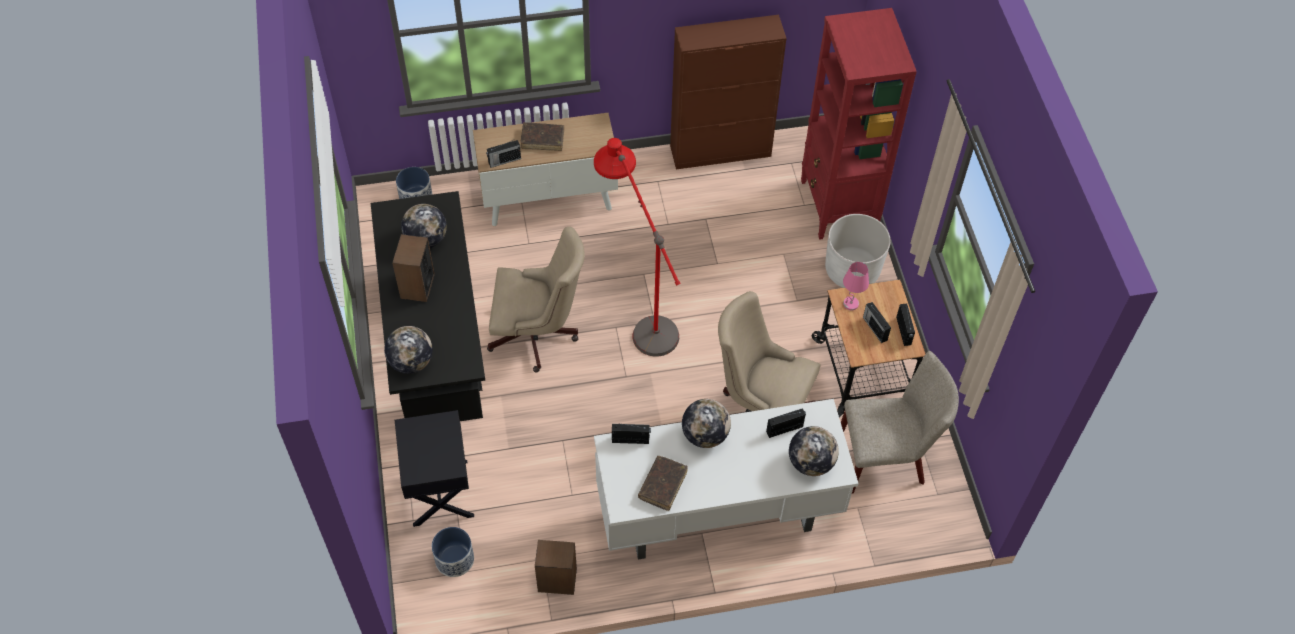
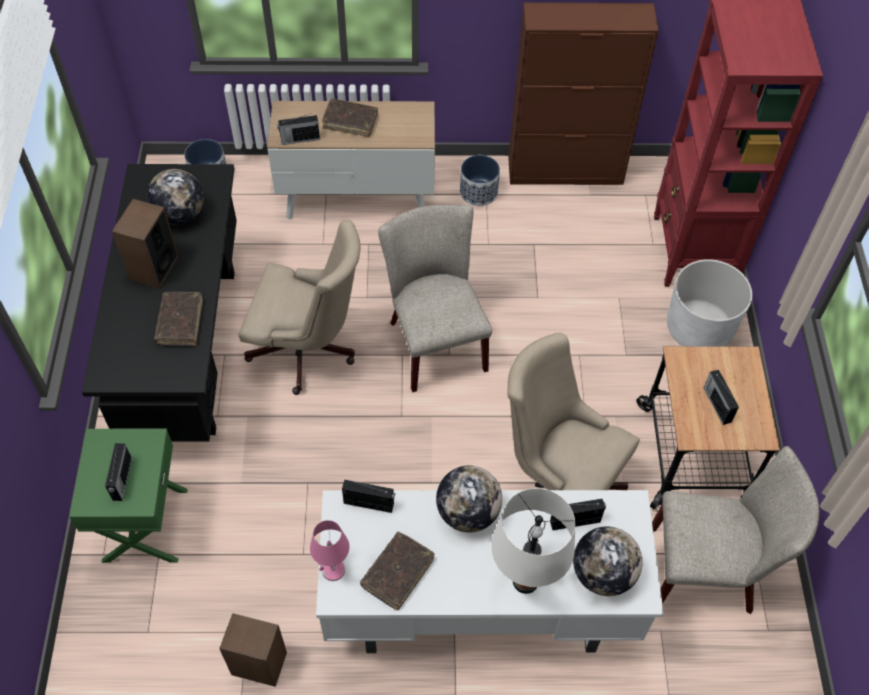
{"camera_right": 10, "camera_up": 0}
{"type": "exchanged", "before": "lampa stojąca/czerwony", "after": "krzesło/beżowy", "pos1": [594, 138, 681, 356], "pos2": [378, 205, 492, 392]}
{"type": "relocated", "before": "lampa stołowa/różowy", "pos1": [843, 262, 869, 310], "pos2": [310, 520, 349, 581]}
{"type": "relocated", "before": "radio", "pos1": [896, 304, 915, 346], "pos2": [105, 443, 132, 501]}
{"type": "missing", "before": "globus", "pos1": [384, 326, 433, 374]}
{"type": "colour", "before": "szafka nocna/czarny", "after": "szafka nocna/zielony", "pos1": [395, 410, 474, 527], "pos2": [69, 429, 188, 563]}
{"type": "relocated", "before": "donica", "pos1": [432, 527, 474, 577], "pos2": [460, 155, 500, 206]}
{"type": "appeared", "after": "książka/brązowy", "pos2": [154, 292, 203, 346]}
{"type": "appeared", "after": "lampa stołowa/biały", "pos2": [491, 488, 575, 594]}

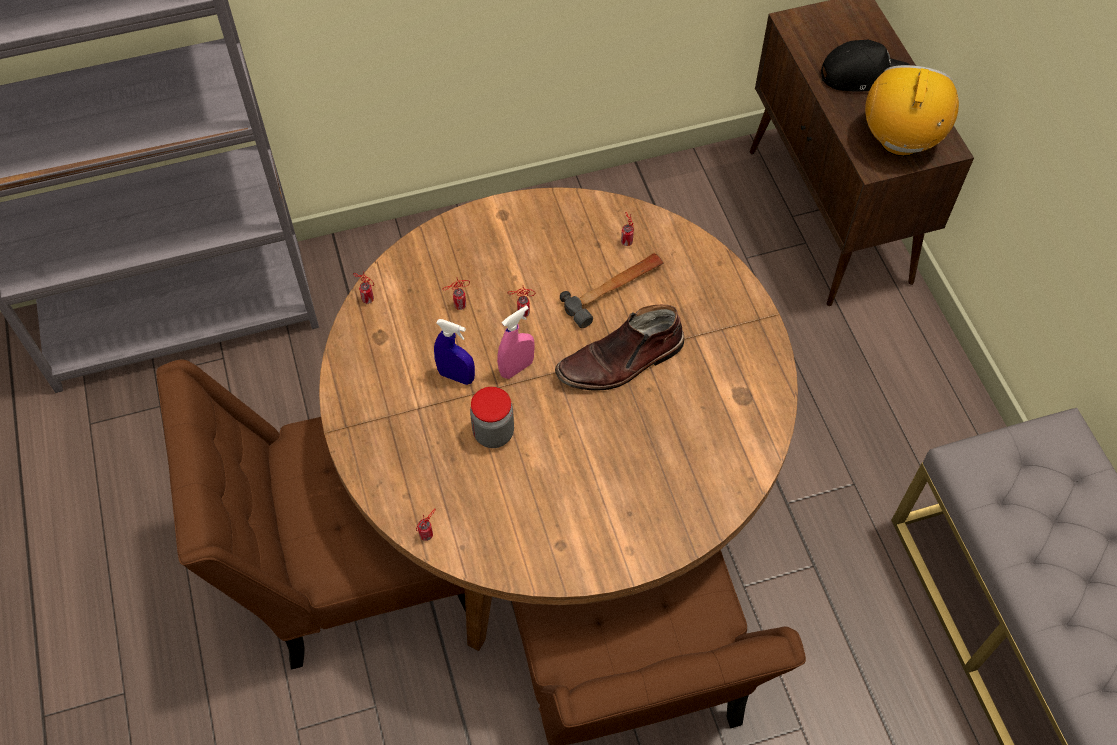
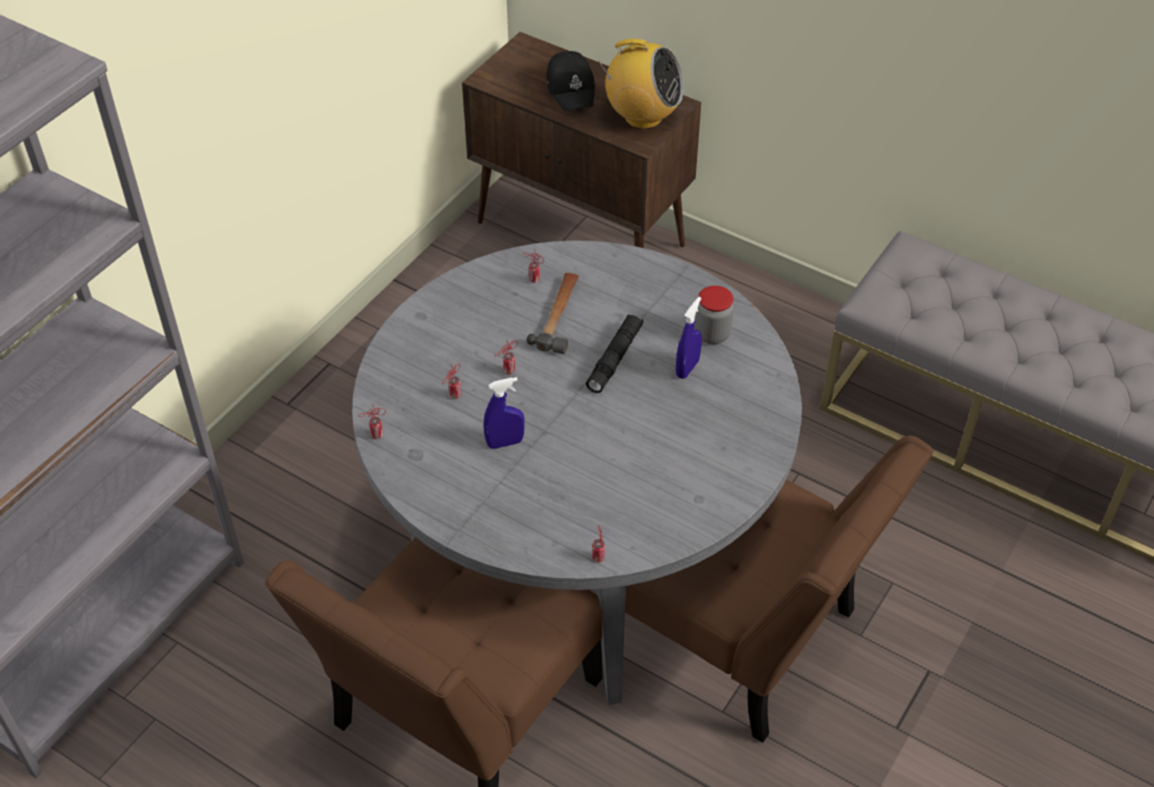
{"camera_right": -40, "camera_up": -10}
{"type": "spun", "before": "czapka z daszkiem/czarny", "pos1": [821, 40, 910, 92], "pos2": [546, 51, 595, 111], "turn": 120}
{"type": "spun", "before": "radio", "pos1": [865, 65, 959, 156], "pos2": [598, 39, 684, 129], "turn": 135}
{"type": "colour", "before": "stół jadalny/brązowy", "after": "stół jadalny/szary", "pos1": [319, 187, 798, 651], "pos2": [352, 240, 802, 705]}
{"type": "exchanged", "before": "but z cholewką/brązowy", "after": "latarka/czarny", "pos1": [555, 305, 684, 391], "pos2": [586, 314, 644, 393]}
{"type": "missing", "before": "spryskiwacz/różowy", "pos1": [497, 306, 535, 379]}
{"type": "relocated", "before": "słoik", "pos1": [470, 387, 514, 448], "pos2": [695, 285, 734, 344]}
{"type": "appeared", "after": "spryskiwacz/niebieski", "pos2": [676, 297, 702, 379]}

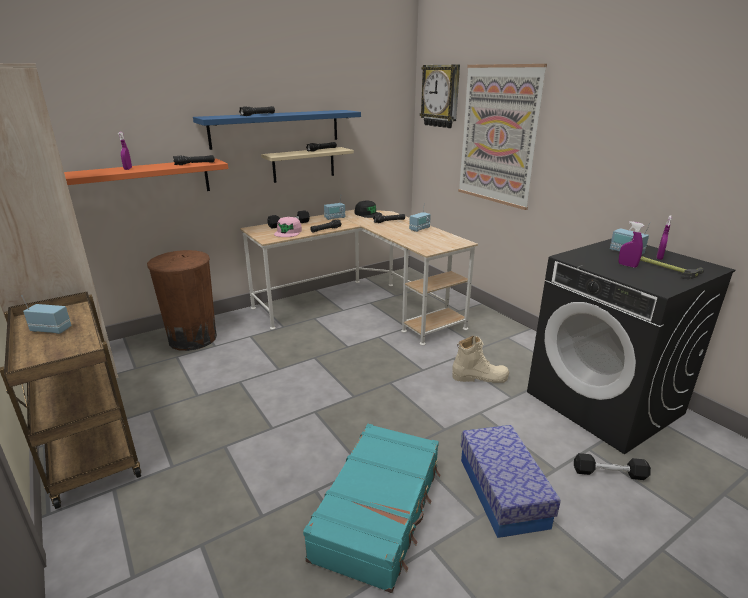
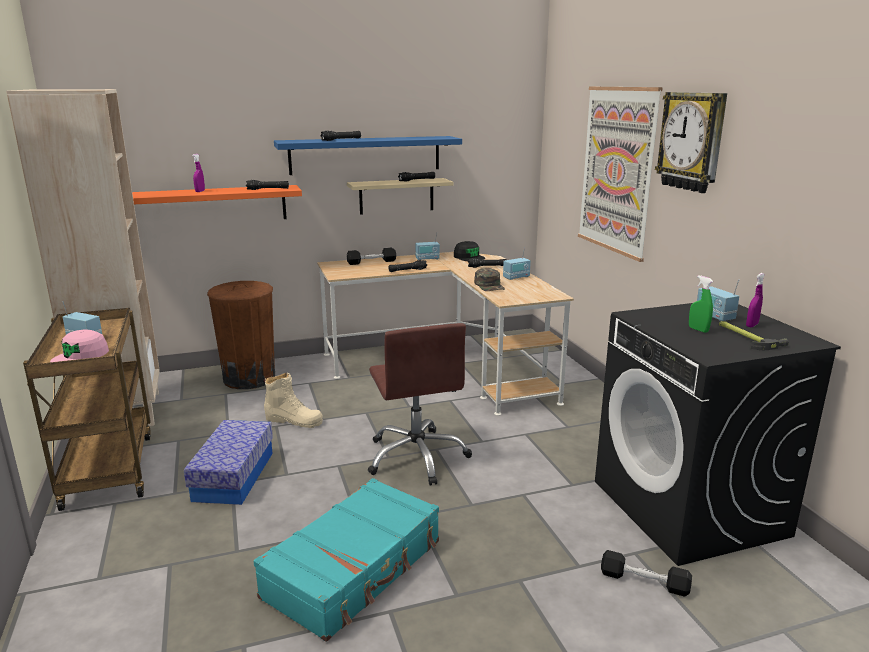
{"camera_right": 15, "camera_up": -5}
{"type": "relocated", "before": "zegar ścienny", "pos1": [420, 64, 460, 128], "pos2": [655, 92, 727, 193]}
{"type": "relocated", "before": "czapka z daszkiem/różowy", "pos1": [274, 217, 302, 237], "pos2": [50, 329, 109, 362]}
{"type": "colour", "before": "spryskiwacz/fioletowy", "after": "spryskiwacz/zielony", "pos1": [619, 221, 644, 268], "pos2": [689, 275, 713, 333]}
{"type": "relocated", "before": "but z cholewką/beżowy", "pos1": [452, 336, 509, 383], "pos2": [264, 372, 323, 428]}
{"type": "relocated", "before": "pojemnik do przechowywania", "pos1": [461, 425, 561, 538], "pos2": [184, 420, 273, 505]}
{"type": "appeared", "after": "czapka z daszkiem/zielony", "pos2": [474, 268, 505, 291]}
{"type": "appeared", "after": "krzesło biurowe/brązowy", "pos2": [368, 323, 472, 485]}

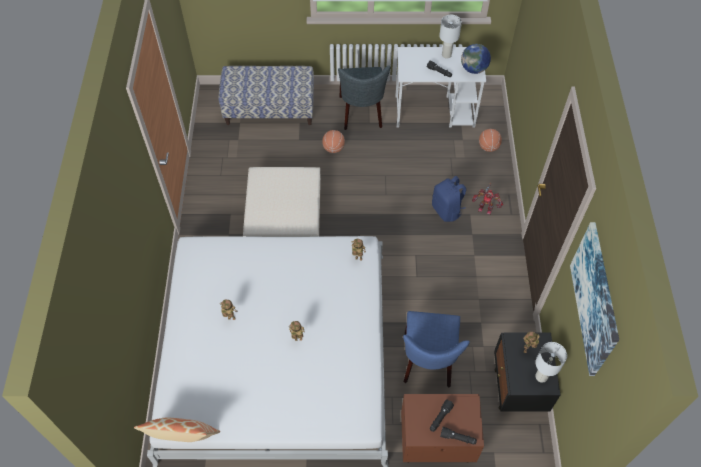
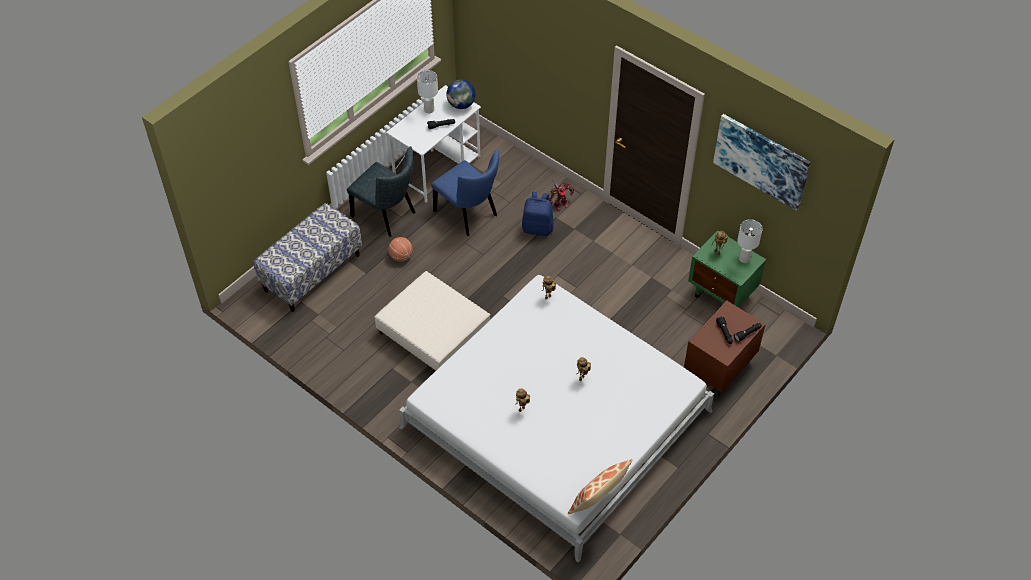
{"camera_right": -50, "camera_up": -5}
{"type": "missing", "before": "piłka do koszykówki", "pos1": [479, 129, 502, 152]}
{"type": "relocated", "before": "krzesło/niebieski", "pos1": [403, 311, 470, 388], "pos2": [431, 149, 499, 236]}
{"type": "colour", "before": "szafka nocna/czarny", "after": "szafka nocna/zielony", "pos1": [494, 333, 560, 412], "pos2": [688, 230, 766, 308]}

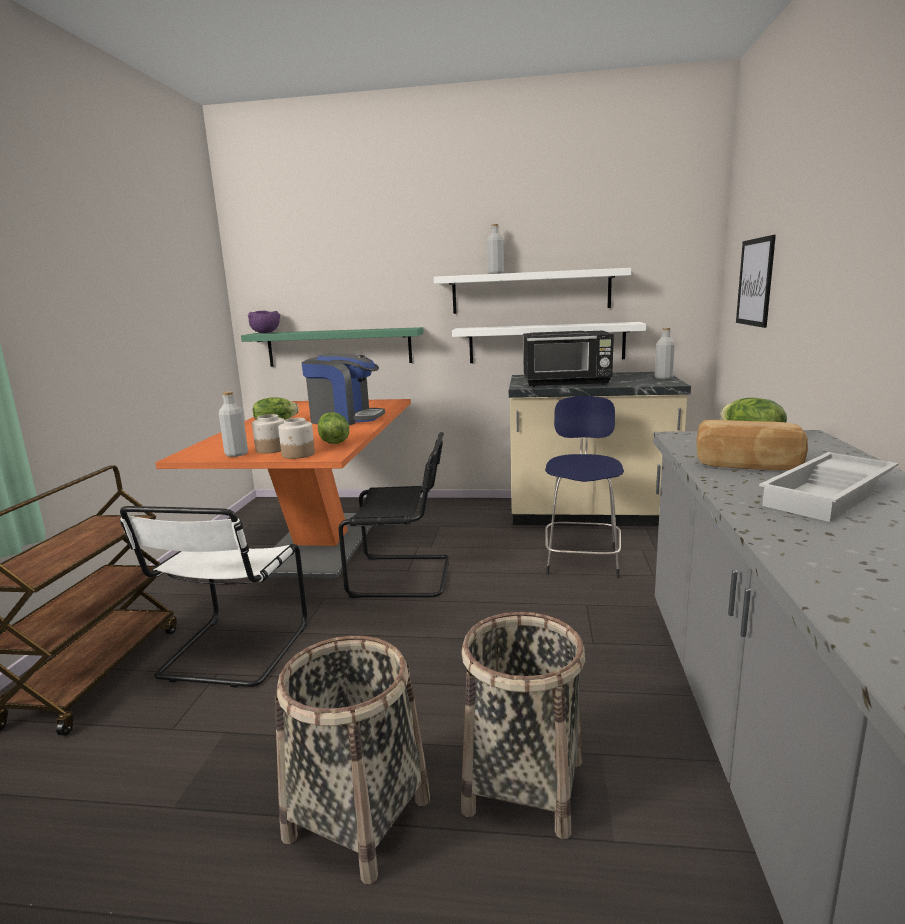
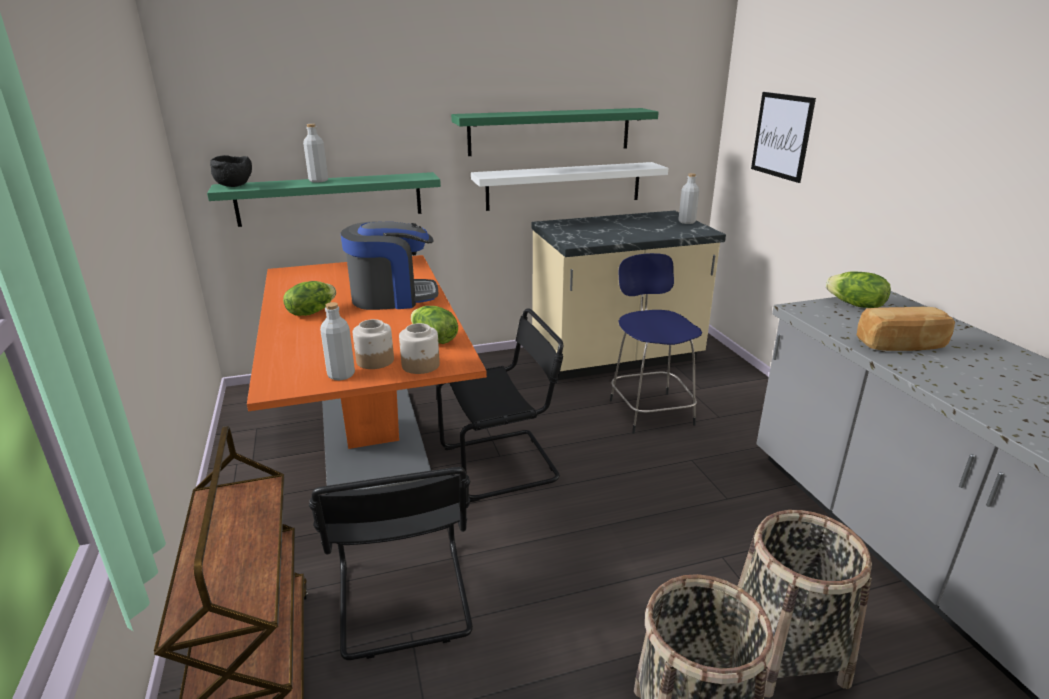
{"camera_right": -25, "camera_up": 10}
{"type": "relocated", "before": "butelka/szary", "pos1": [487, 224, 504, 274], "pos2": [303, 124, 328, 183]}
{"type": "colour", "before": "półka/biały", "after": "półka/zielony", "pos1": [434, 268, 631, 314], "pos2": [451, 108, 659, 156]}
{"type": "colour", "before": "miska/fioletowy", "after": "miska/czarny", "pos1": [248, 311, 280, 333], "pos2": [210, 155, 252, 187]}
{"type": "missing", "before": "mikrofalówka/czarny", "pos1": [523, 331, 614, 387]}
{"type": "missing", "before": "taca/biały", "pos1": [759, 452, 899, 522]}
{"type": "colour", "before": "krzesło/biały", "after": "krzesło/czarny", "pos1": [120, 506, 308, 688], "pos2": [309, 467, 473, 660]}

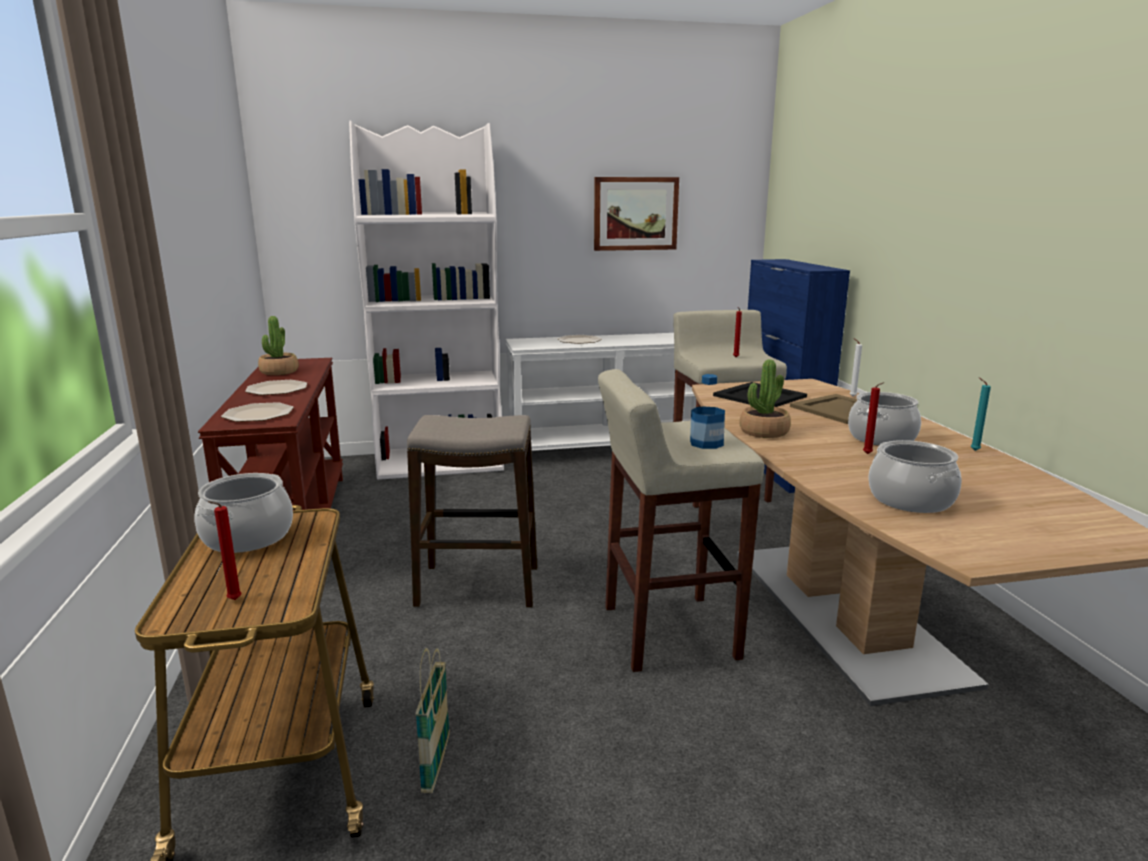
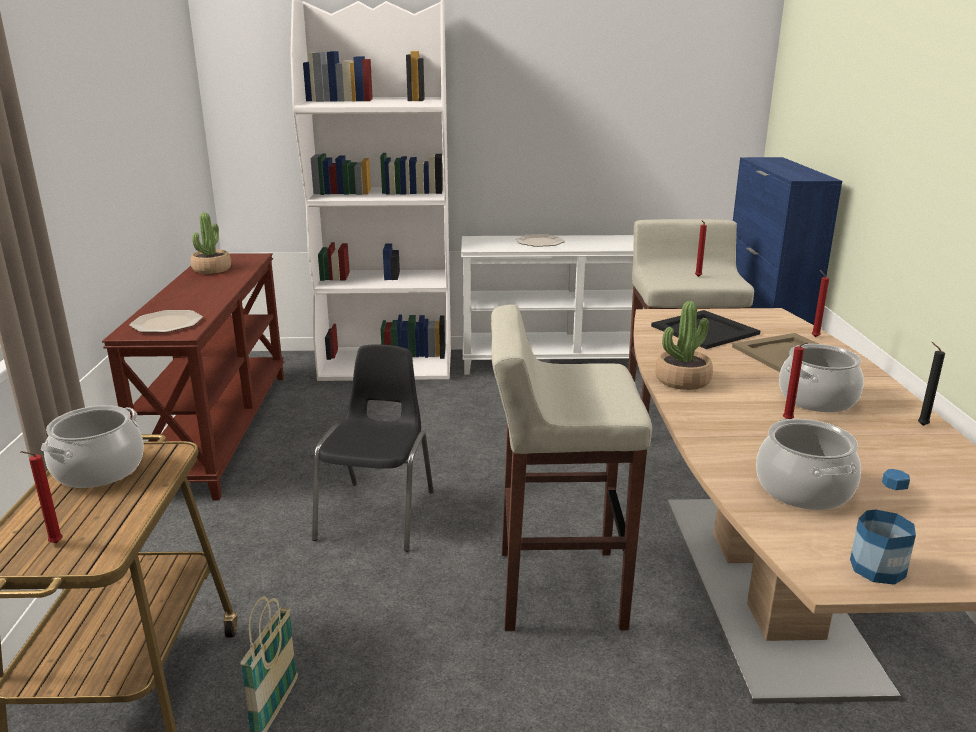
{"camera_right": 10, "camera_up": 5}
{"type": "missing", "before": "obraz", "pos1": [594, 177, 679, 251]}
{"type": "colour", "before": "świeca/biały", "after": "świeca/czerwony", "pos1": [849, 338, 862, 397], "pos2": [812, 270, 829, 337]}
{"type": "relocated", "before": "butelka", "pos1": [690, 374, 725, 449], "pos2": [850, 469, 916, 585]}
{"type": "colour", "before": "świeca/turkusowy", "after": "świeca/czarny", "pos1": [971, 378, 991, 451], "pos2": [918, 342, 945, 426]}
{"type": "missing", "before": "talerz", "pos1": [245, 380, 307, 395]}
{"type": "exchanged", "before": "stołek", "after": "krzesło/czarny", "pos1": [407, 415, 537, 608], "pos2": [312, 344, 434, 552]}

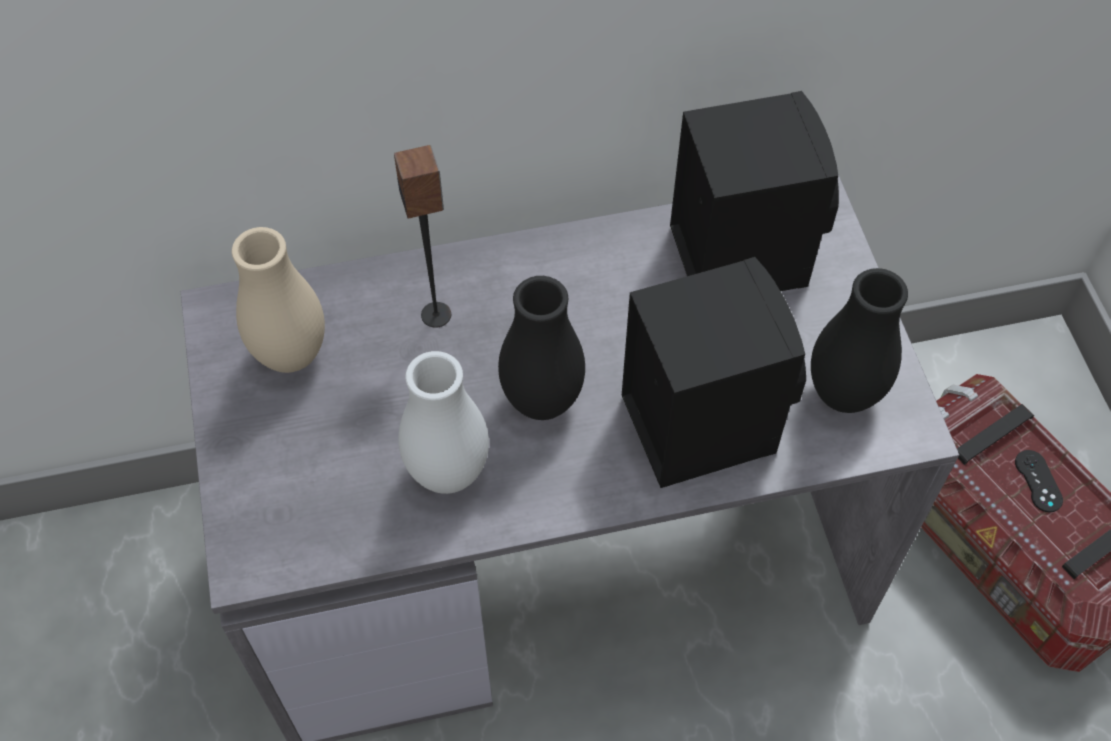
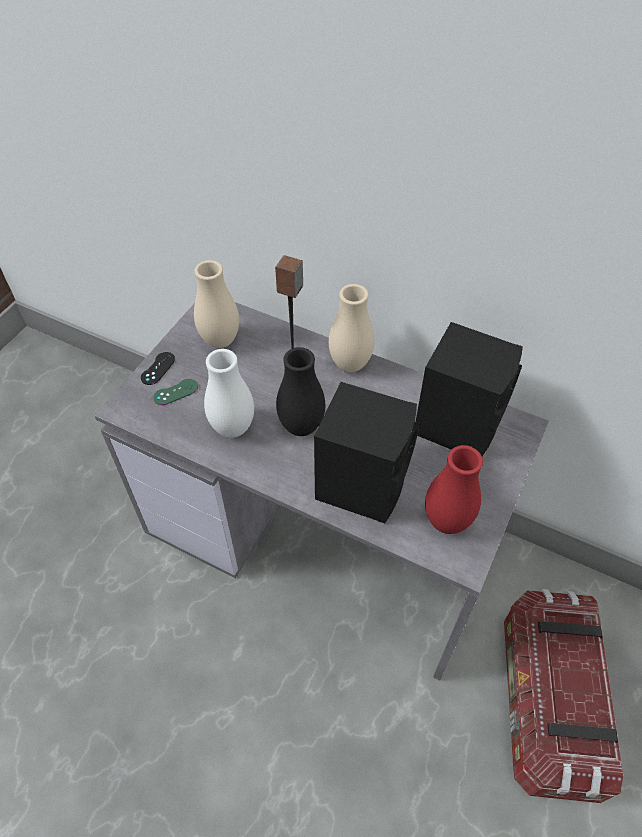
{"camera_right": 40, "camera_up": -5}
{"type": "colour", "before": "wazon/czarny", "after": "wazon/czerwony", "pos1": [811, 268, 908, 413], "pos2": [425, 445, 483, 534]}
{"type": "relocated", "before": "pad do gier/czarny", "pos1": [1015, 450, 1063, 512], "pos2": [141, 352, 175, 385]}
{"type": "appeared", "after": "wazon/beżowy", "pos2": [329, 284, 375, 372]}
{"type": "appeared", "after": "pad do gier/zielony", "pos2": [153, 379, 198, 405]}

